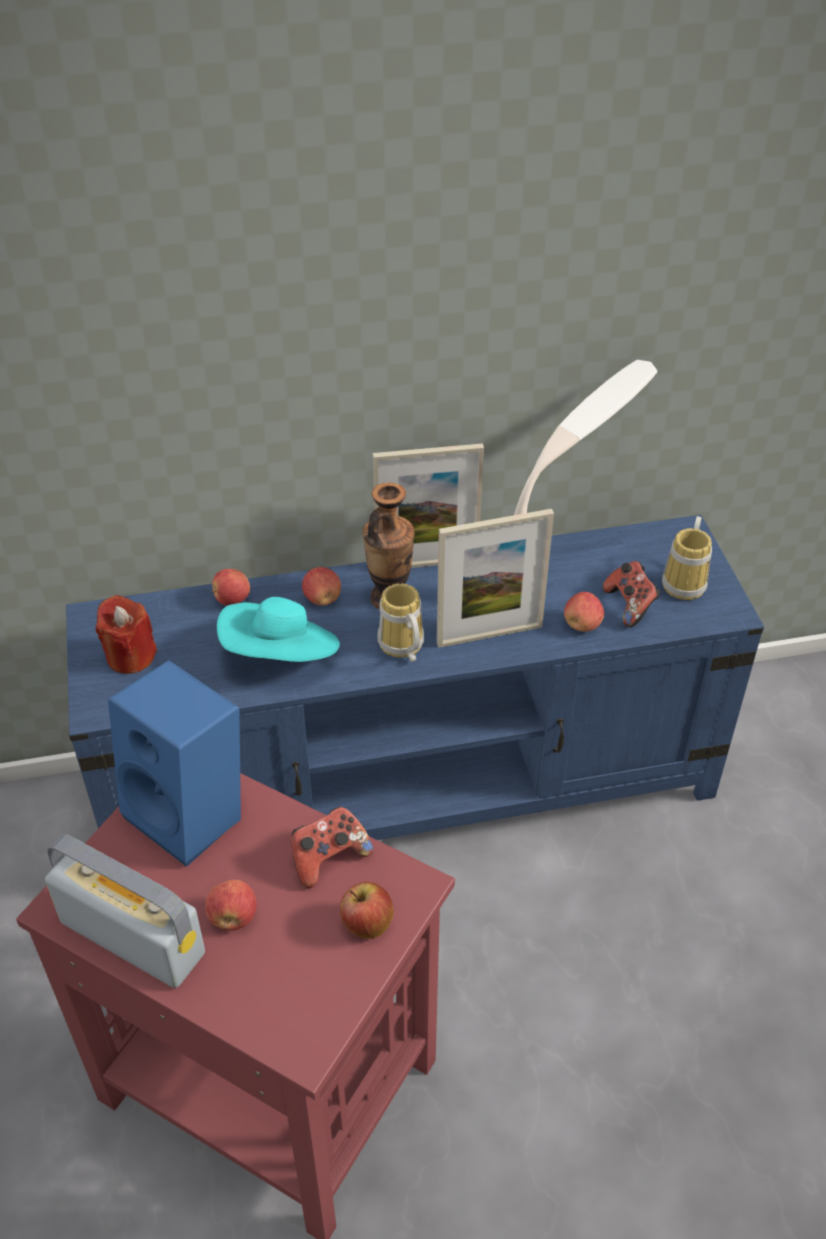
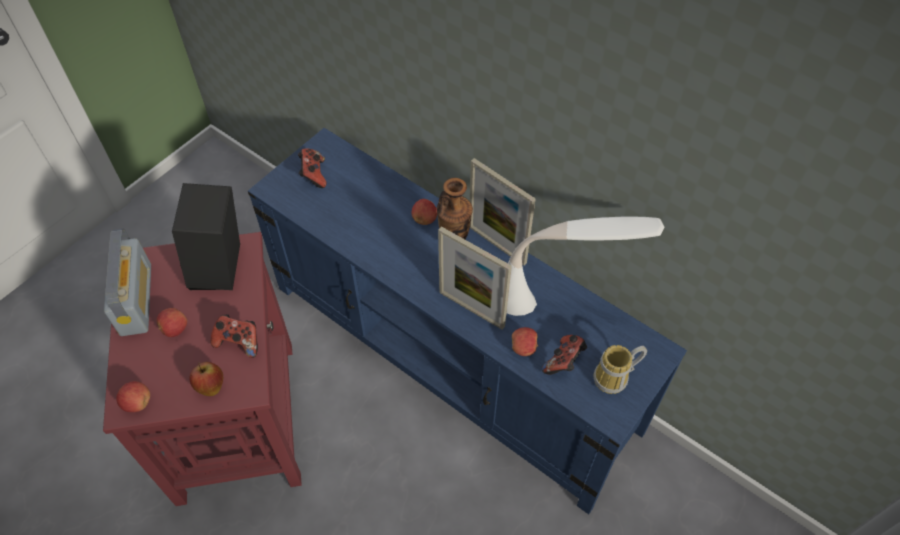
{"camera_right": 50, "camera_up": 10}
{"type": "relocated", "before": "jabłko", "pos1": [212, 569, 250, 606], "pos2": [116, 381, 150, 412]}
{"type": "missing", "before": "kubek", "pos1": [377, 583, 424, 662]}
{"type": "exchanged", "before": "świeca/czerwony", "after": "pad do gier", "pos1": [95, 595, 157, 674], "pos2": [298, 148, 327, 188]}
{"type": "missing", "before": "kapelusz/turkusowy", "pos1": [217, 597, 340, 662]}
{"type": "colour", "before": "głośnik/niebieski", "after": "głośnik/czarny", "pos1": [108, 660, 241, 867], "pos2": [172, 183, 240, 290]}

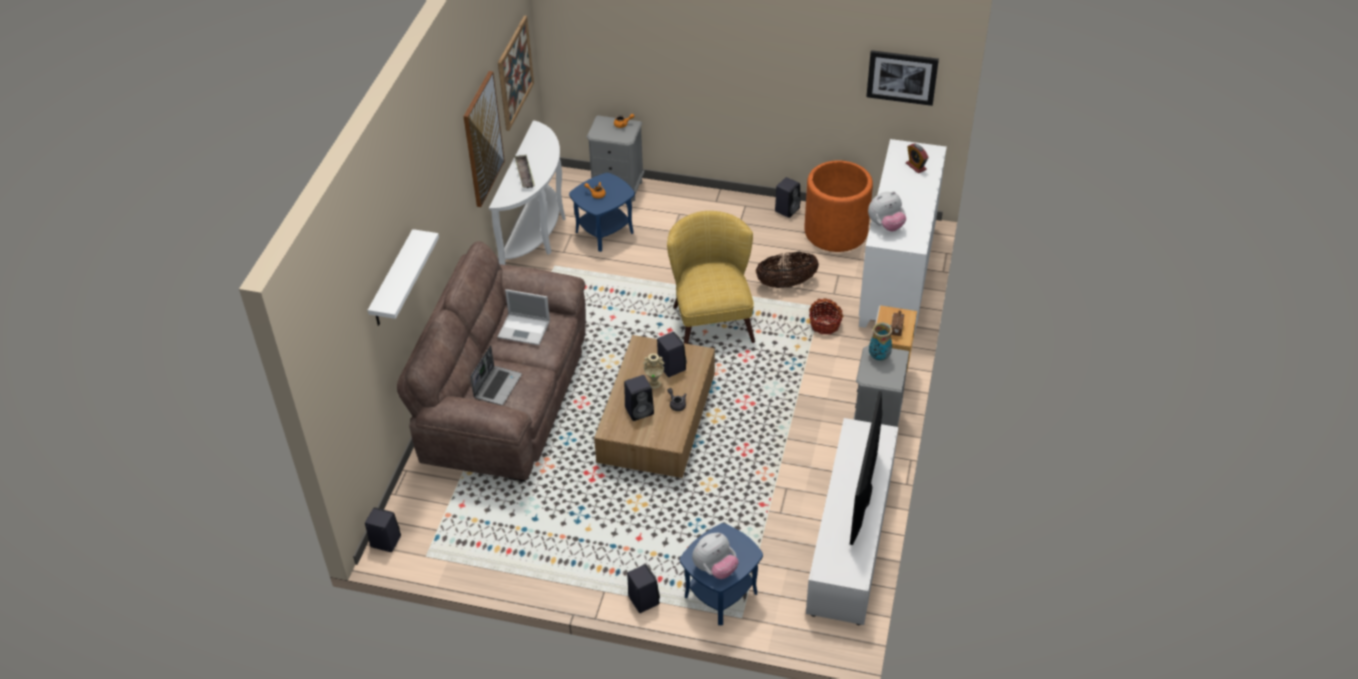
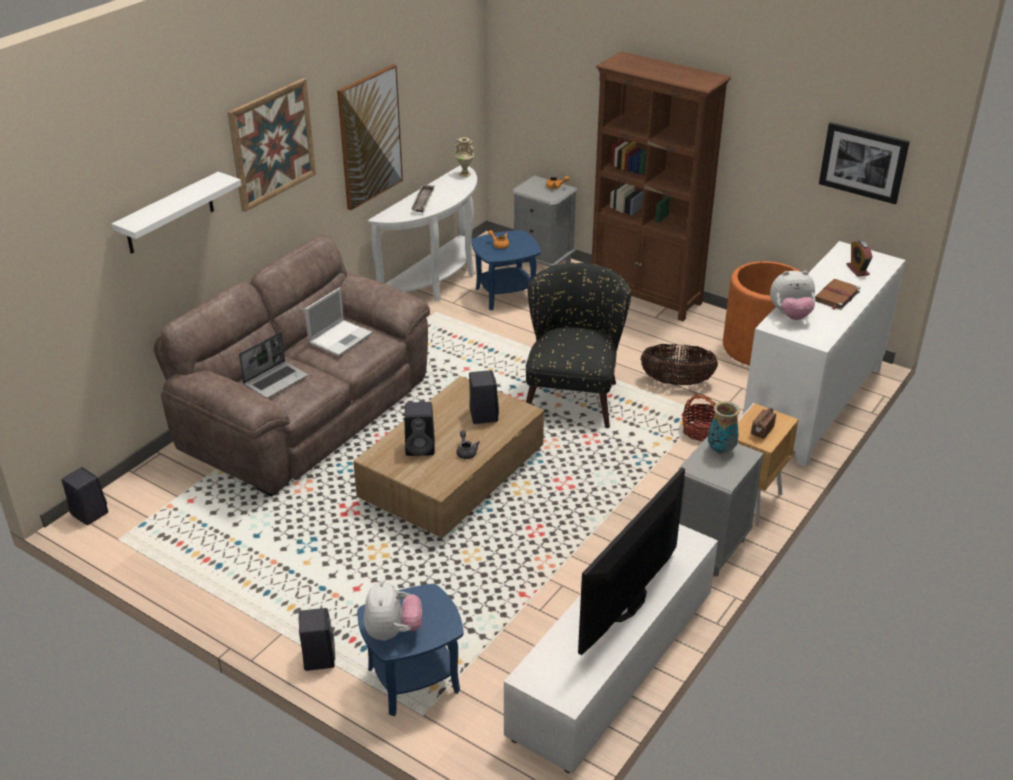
{"camera_right": 20, "camera_up": -10}
{"type": "relocated", "before": "obraz", "pos1": [498, 16, 534, 131], "pos2": [228, 78, 316, 212]}
{"type": "missing", "before": "głośnik/czarny", "pos1": [775, 177, 801, 218]}
{"type": "colour", "before": "fotel/żółty", "after": "fotel/czarny", "pos1": [667, 211, 755, 344], "pos2": [526, 263, 631, 428]}
{"type": "spun", "before": "laptop", "pos1": [498, 289, 550, 345], "pos2": [305, 287, 372, 356], "turn": -90}
{"type": "relocated", "before": "wazon/beżowy", "pos1": [643, 353, 665, 389], "pos2": [455, 138, 474, 177]}
{"type": "spun", "before": "pluszak", "pos1": [692, 533, 739, 579], "pos2": [364, 580, 422, 641], "turn": -75}
{"type": "appeared", "after": "regał/brązowy", "pos2": [591, 51, 731, 321]}
{"type": "appeared", "after": "książka/brązowy", "pos2": [815, 279, 861, 310]}

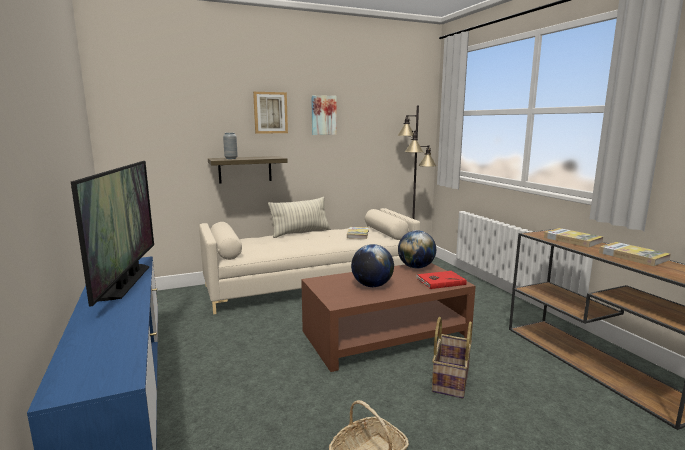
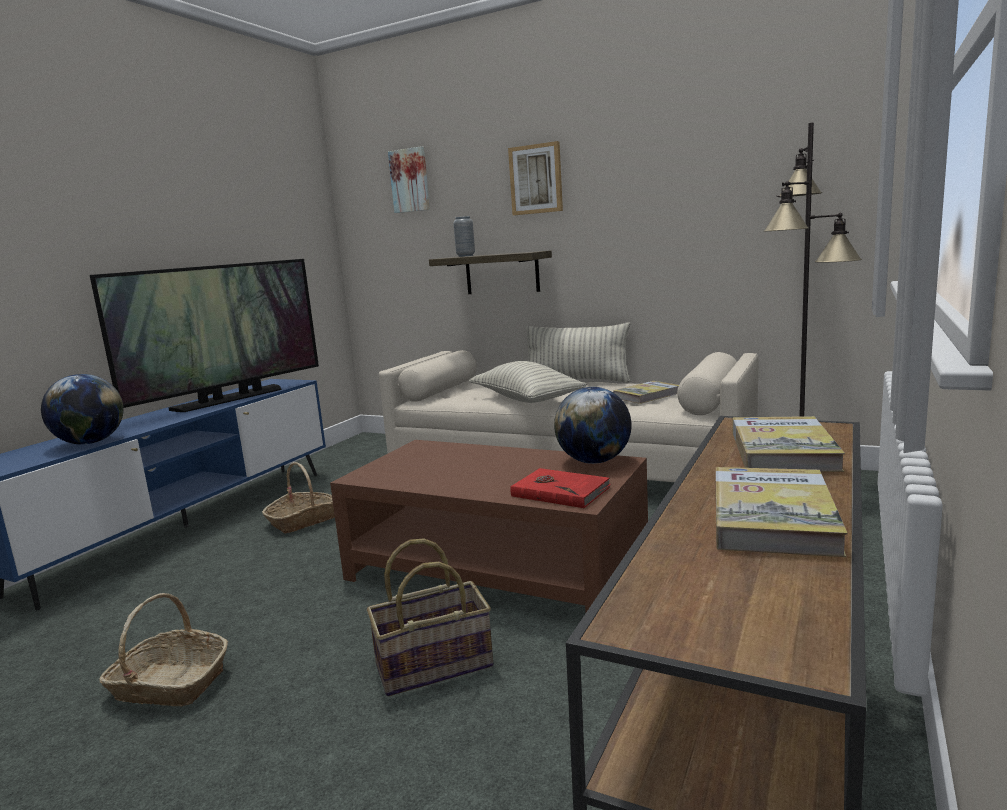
{"camera_right": 50, "camera_up": 0}
{"type": "relocated", "before": "obraz", "pos1": [311, 95, 337, 135], "pos2": [388, 146, 430, 213]}
{"type": "relocated", "before": "globus", "pos1": [351, 244, 394, 287], "pos2": [41, 374, 124, 444]}
{"type": "appeared", "after": "poduszka", "pos2": [469, 361, 587, 403]}
{"type": "appeared", "after": "koszyk", "pos2": [262, 462, 335, 534]}

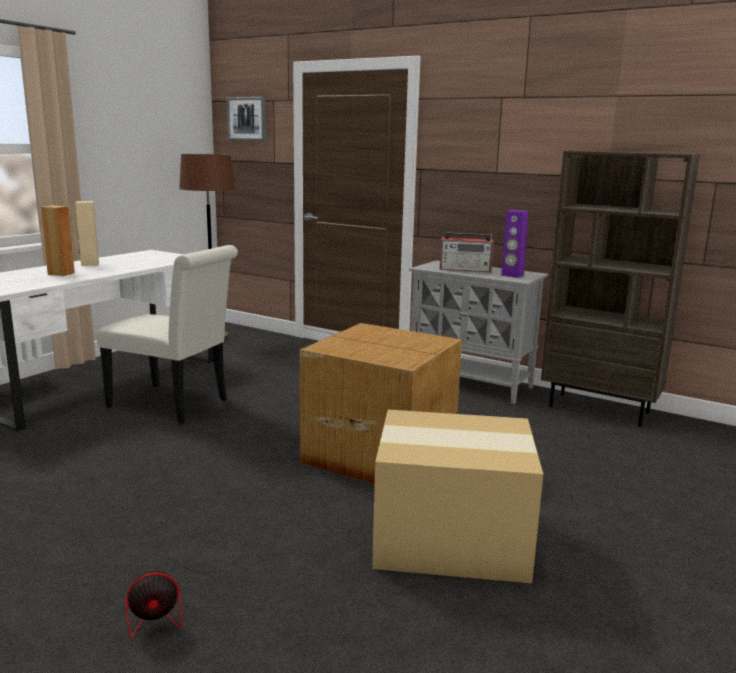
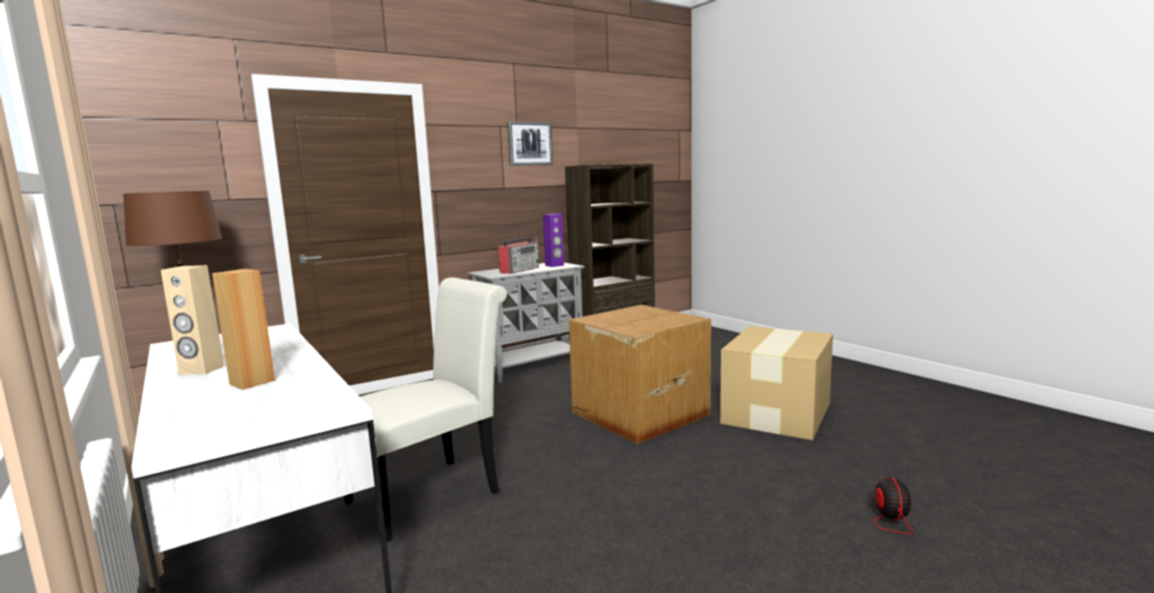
{"camera_right": -65, "camera_up": -5}
{"type": "relocated", "before": "obraz", "pos1": [226, 97, 266, 141], "pos2": [507, 121, 553, 166]}

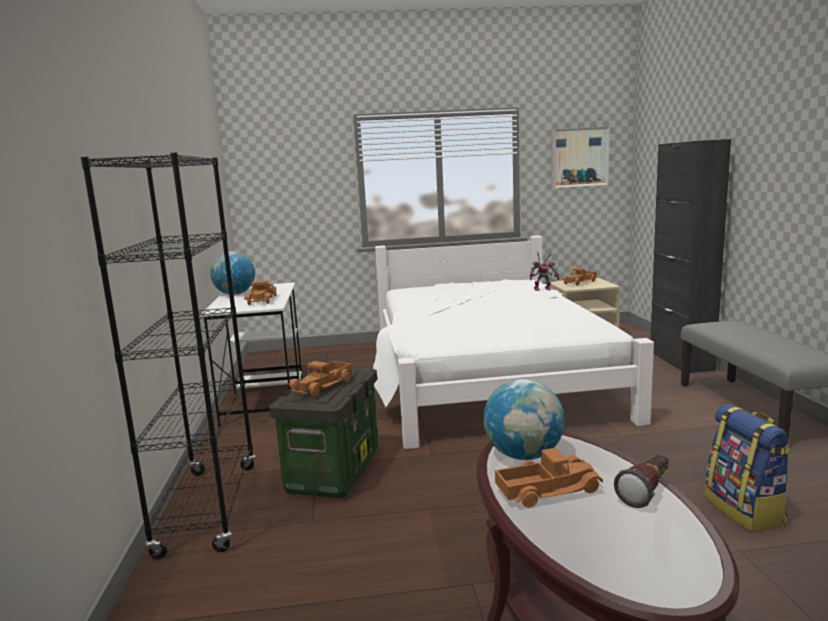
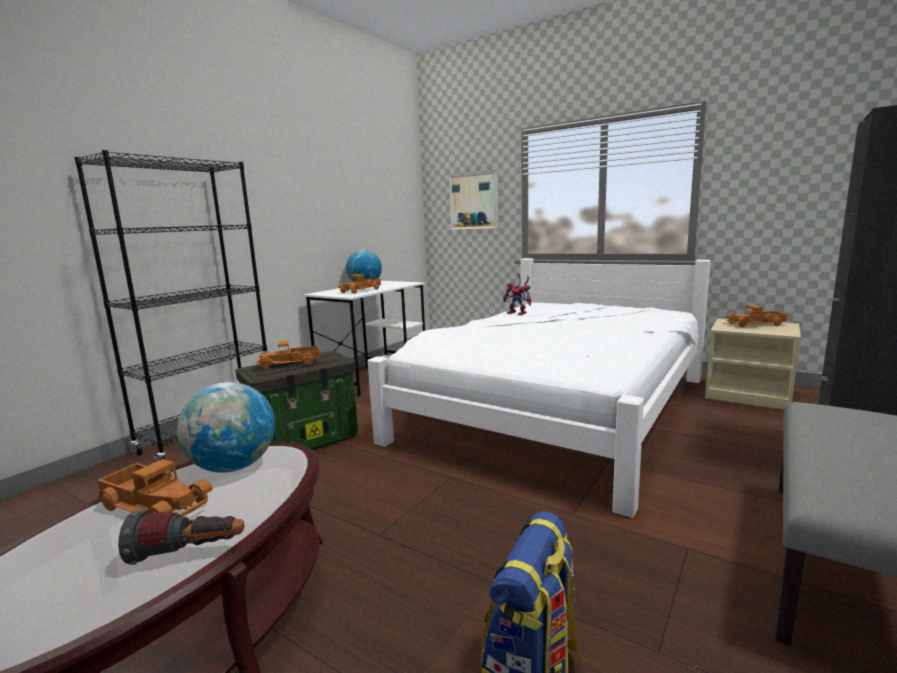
{"camera_right": 40, "camera_up": 0}
{"type": "relocated", "before": "obraz", "pos1": [553, 127, 610, 188], "pos2": [449, 171, 498, 230]}
{"type": "relocated", "before": "robot zabawkowy", "pos1": [530, 252, 560, 291], "pos2": [503, 273, 532, 315]}

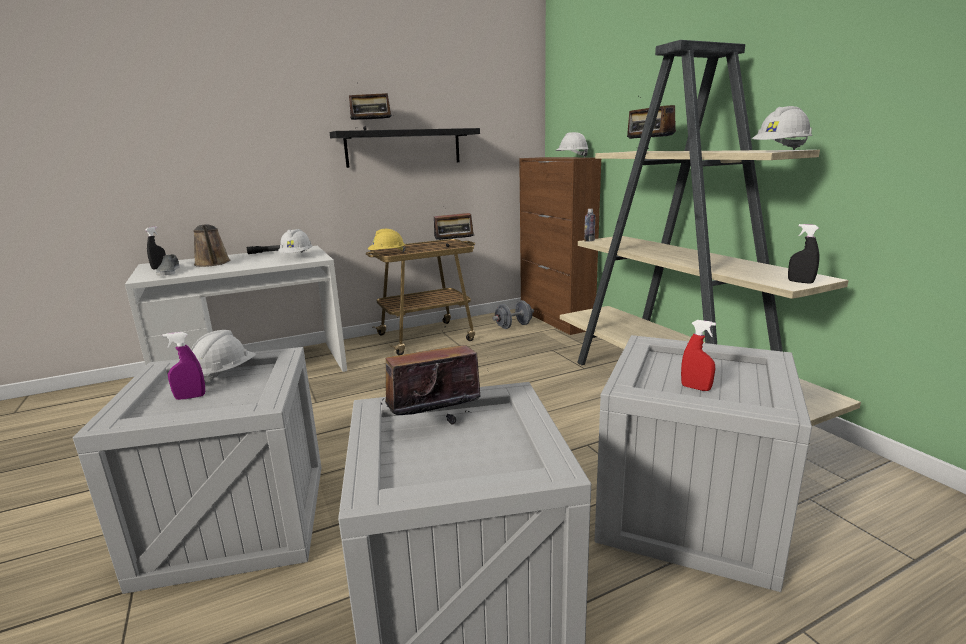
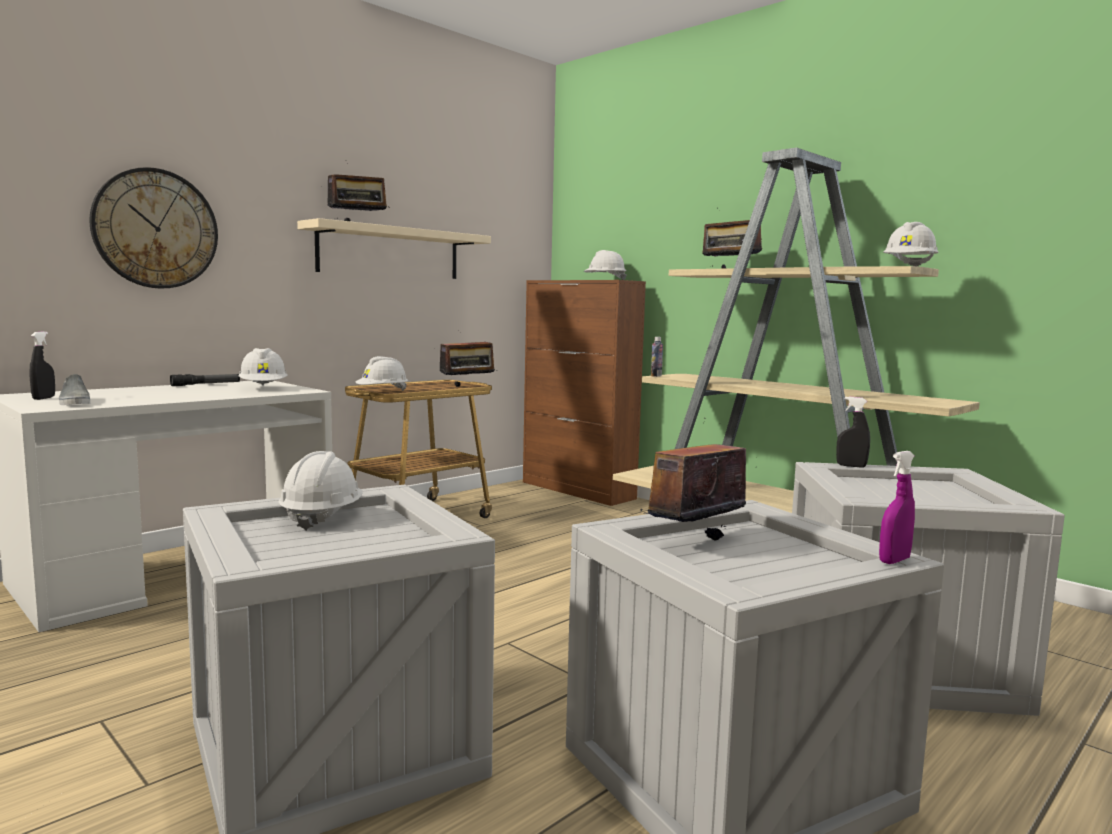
{"camera_right": -20, "camera_up": -10}
{"type": "colour", "before": "półka/czarny", "after": "półka/beżowy", "pos1": [330, 128, 480, 168], "pos2": [297, 218, 491, 279]}
{"type": "missing", "before": "konewka/brązowy", "pos1": [193, 224, 231, 267]}
{"type": "relocated", "before": "spryskiwacz/czarny", "pos1": [788, 224, 819, 284], "pos2": [836, 397, 870, 468]}
{"type": "colour", "before": "kask/żółty", "after": "kask/biały", "pos1": [368, 229, 406, 252], "pos2": [356, 356, 408, 391]}
{"type": "missing", "before": "hantel/szary", "pos1": [493, 300, 534, 329]}
{"type": "missing", "before": "spryskiwacz/czerwony", "pos1": [681, 320, 716, 391]}
{"type": "relocated", "before": "spryskiwacz/fioletowy", "pos1": [162, 332, 205, 400], "pos2": [879, 451, 915, 564]}
{"type": "appeared", "after": "zegar ścienny", "pos2": [89, 167, 218, 288]}

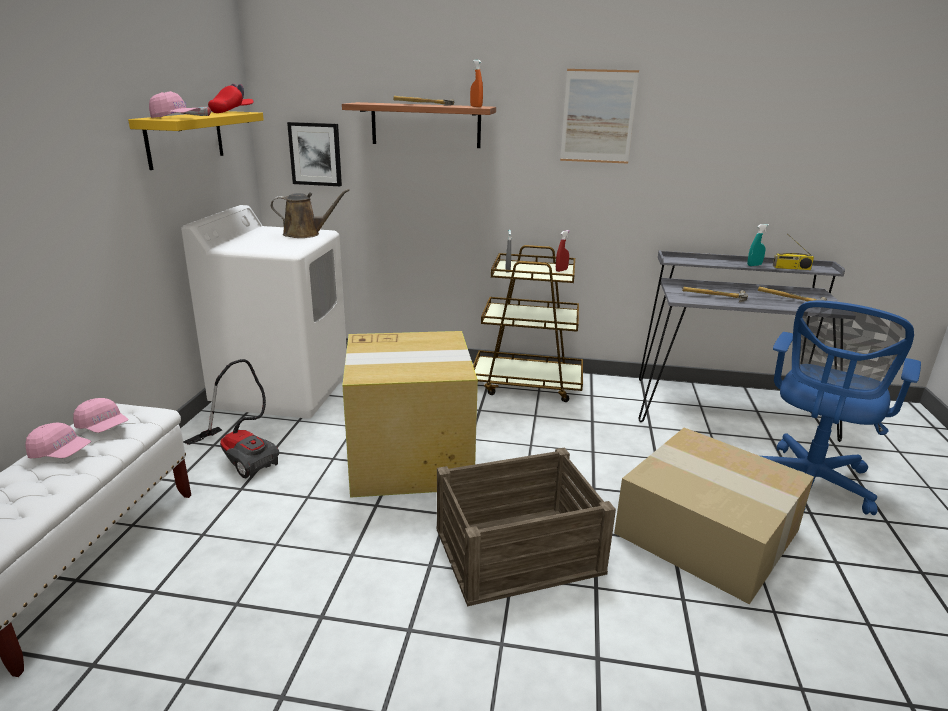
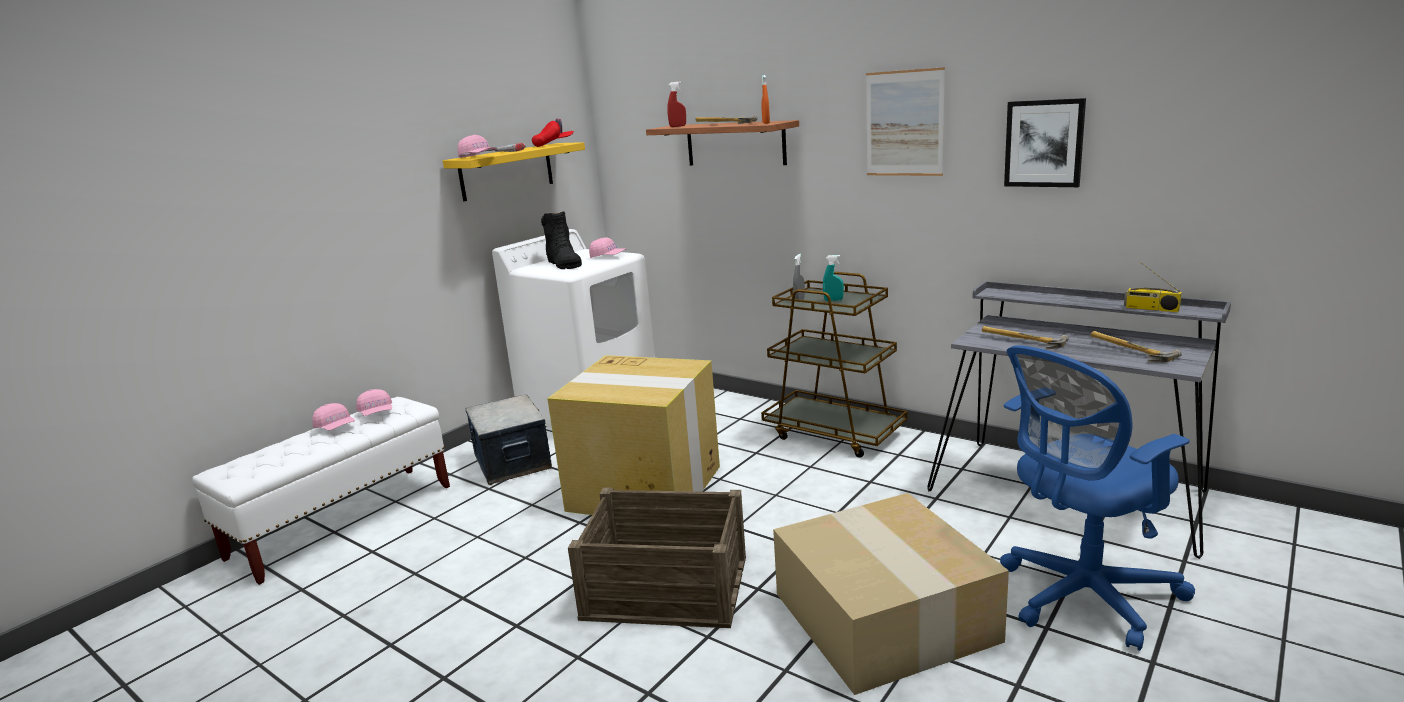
{"camera_right": 30, "camera_up": -5}
{"type": "relocated", "before": "obraz", "pos1": [287, 122, 342, 186], "pos2": [1004, 98, 1086, 187]}
{"type": "exchanged", "before": "konewka/brązowy", "after": "czapka z daszkiem/różowy", "pos1": [271, 189, 349, 238], "pos2": [589, 238, 627, 258]}
{"type": "relocated", "before": "spryskiwacz/turkusowy", "pos1": [747, 224, 769, 266], "pos2": [823, 255, 844, 301]}
{"type": "relocated", "before": "spryskiwacz/czerwony", "pos1": [556, 230, 570, 272], "pos2": [667, 82, 686, 127]}
{"type": "exchanged", "before": "odkurzacz", "after": "pojemnik do przechowywania", "pos1": [184, 359, 279, 478], "pos2": [465, 395, 552, 485]}
{"type": "appeared", "after": "but z cholewką/czarny", "pos2": [541, 211, 582, 269]}

